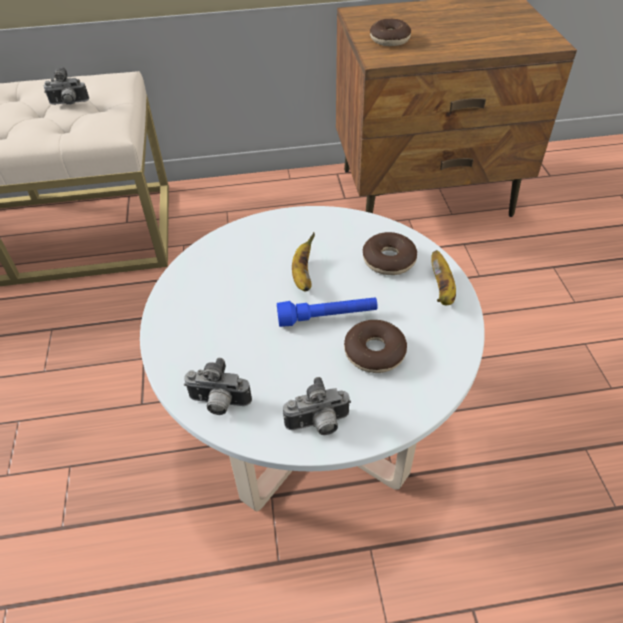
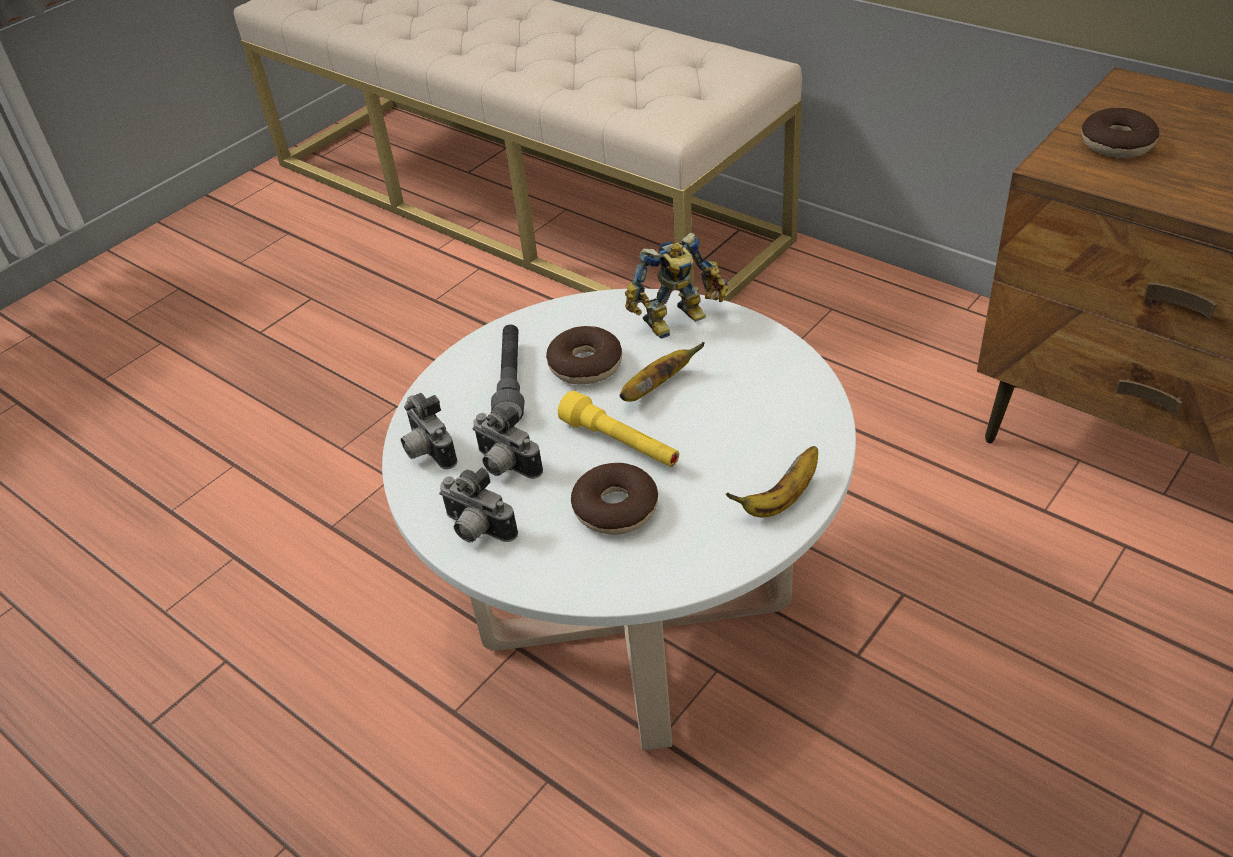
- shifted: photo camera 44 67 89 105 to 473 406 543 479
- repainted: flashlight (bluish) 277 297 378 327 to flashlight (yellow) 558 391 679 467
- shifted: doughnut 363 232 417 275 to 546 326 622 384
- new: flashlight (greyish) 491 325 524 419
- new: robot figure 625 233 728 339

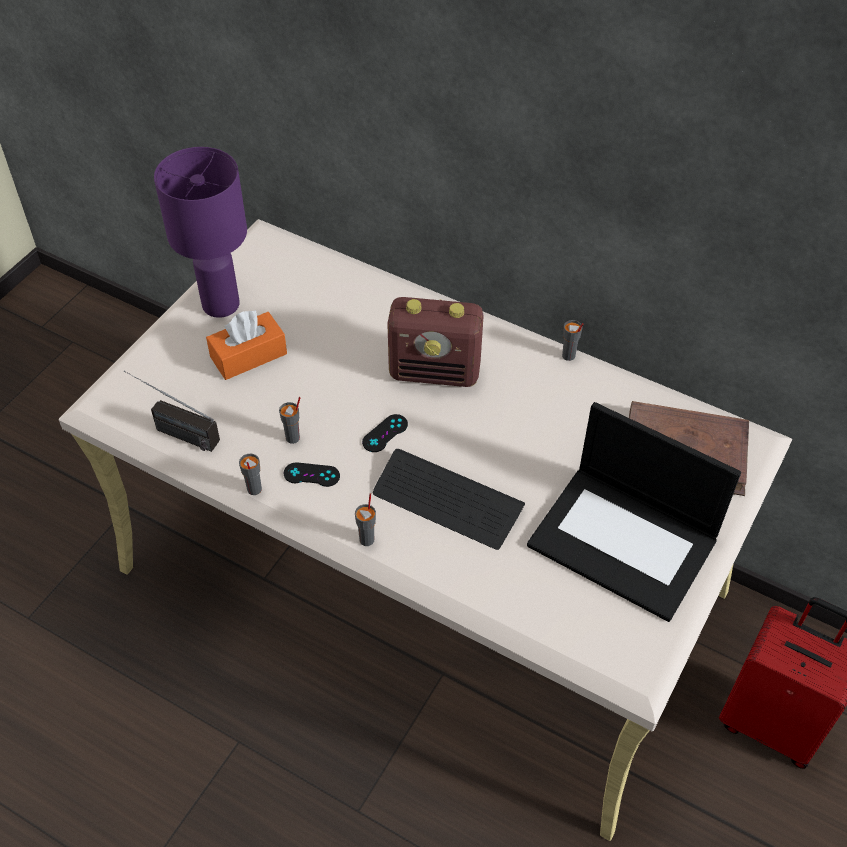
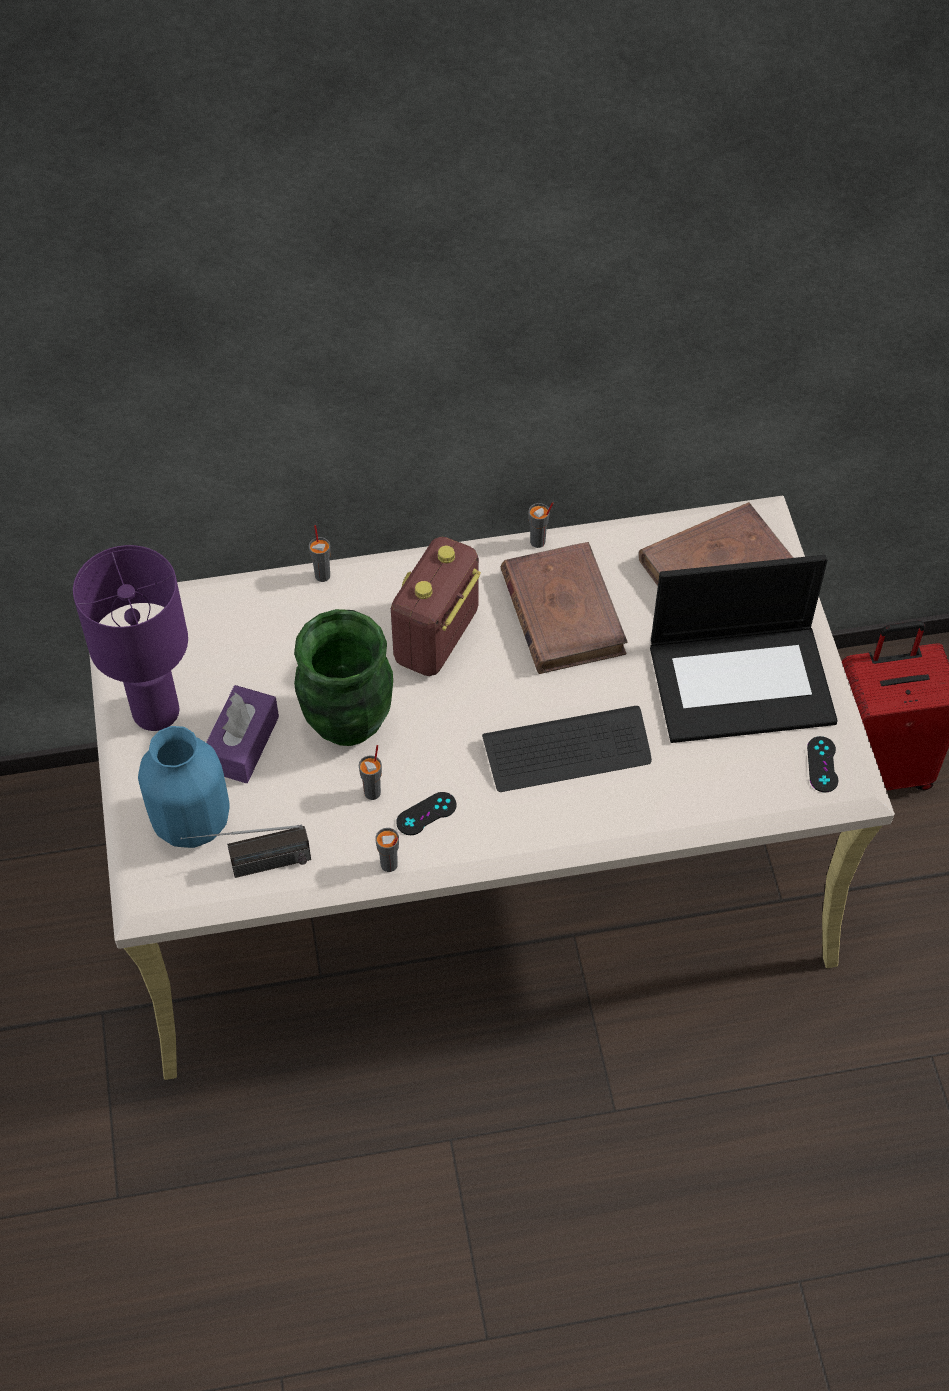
- repainted: box of tissues (orange) 206 310 287 380 to box of tissues (purplish) 206 685 279 783
- shifted: small cup (greyish) 355 493 376 546 to 309 525 331 582
- shifted: joypad (black-coloured) 362 414 408 452 to 807 736 839 792
- rotated: radio set 387 297 484 387 = 391 537 481 676 150 degrees clockwise
- new: decorative vase (bluish) 138 726 229 848
- new: decorative vase (greenish) 294 609 393 746
- new: volume (brownish) 501 542 628 674

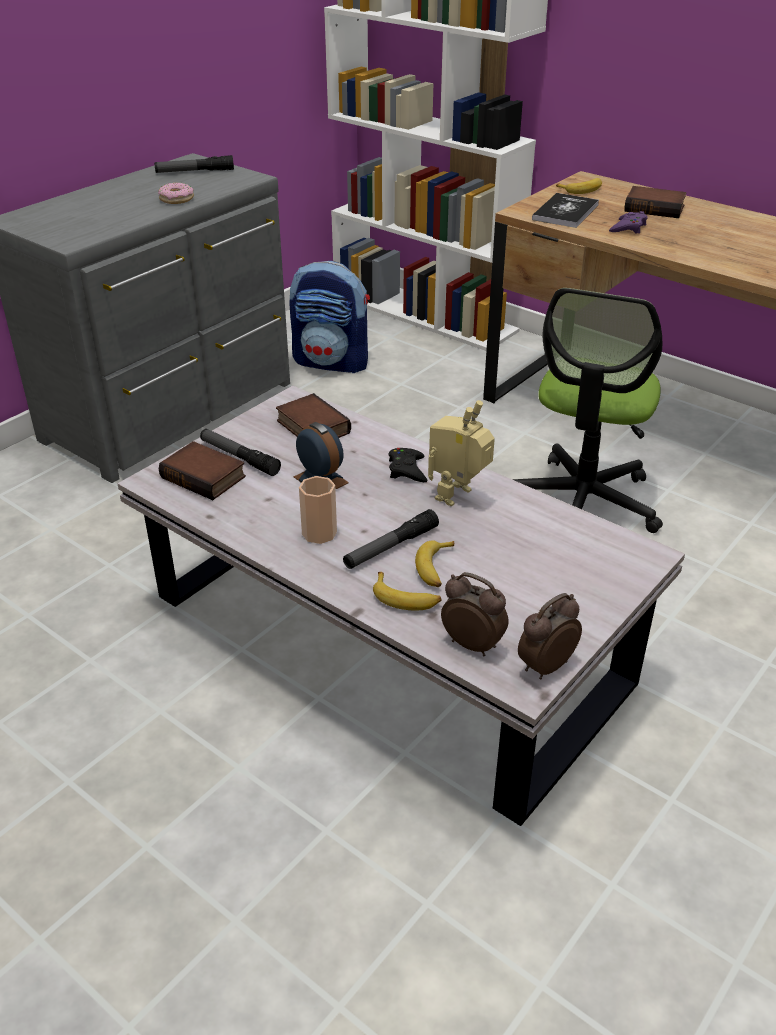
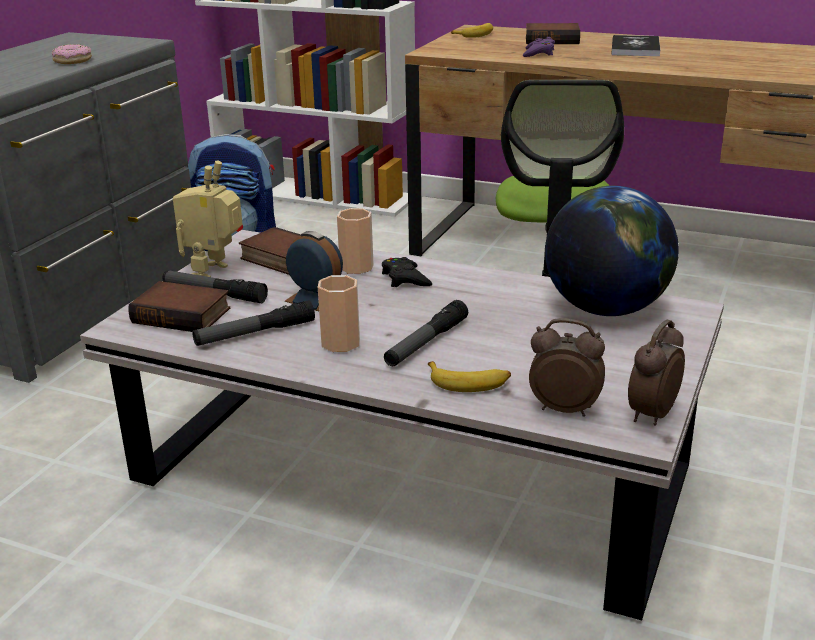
- shifted: flashlight 154 155 234 173 to 192 300 315 346
- gone: whole banana 415 540 454 587
- shifted: robot figure 428 400 495 506 to 173 161 243 277
- shifted: volume 532 193 599 228 to 612 35 661 56
- new: small cup 337 208 374 274
- new: desk globe 545 186 679 316

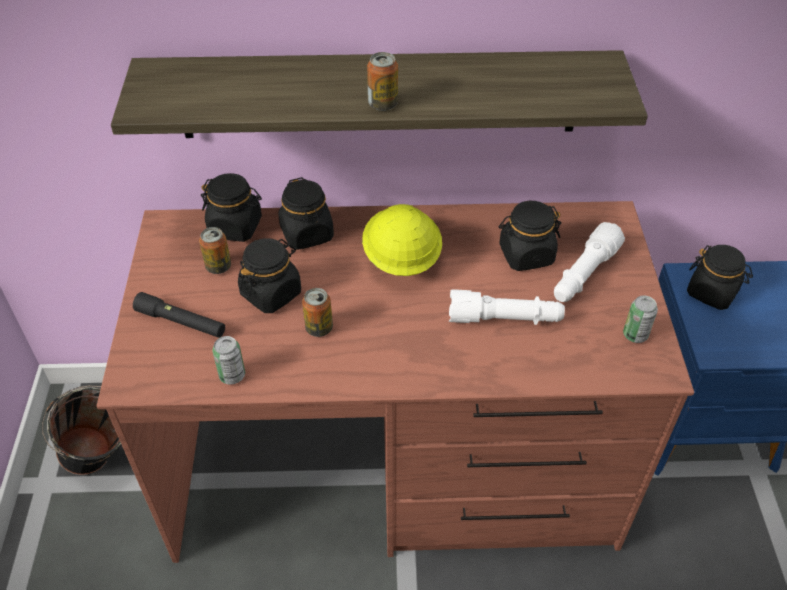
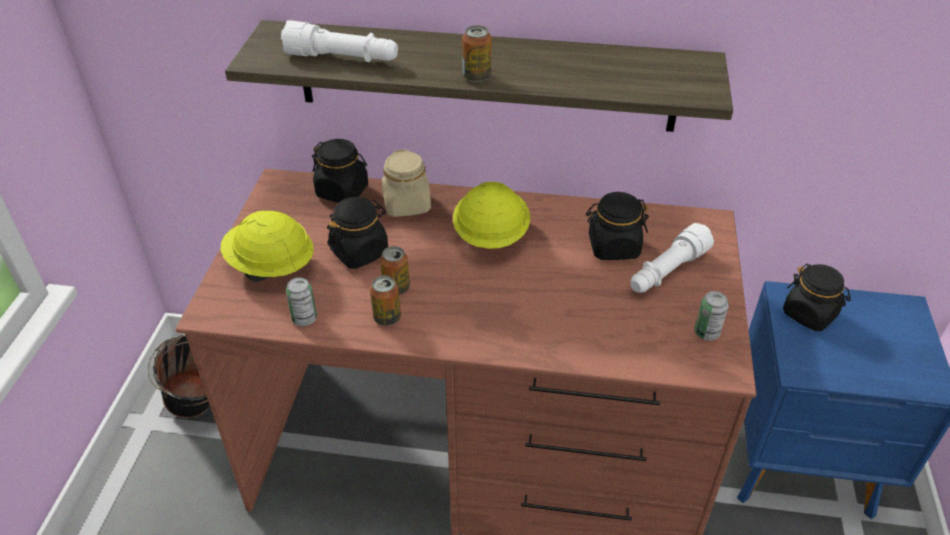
- swapped: flashlight (black-coloured) 133 292 225 338 to work helmet (yellow) 221 210 314 282
- shifted: sealed can 199 227 231 274 to 370 276 401 326
- repainted: storage jar (black-coloured) 278 177 334 250 to storage jar (sand-coloured) 382 149 431 217
- shifted: flashlight (white-coloured) 449 289 565 325 to 281 20 398 62

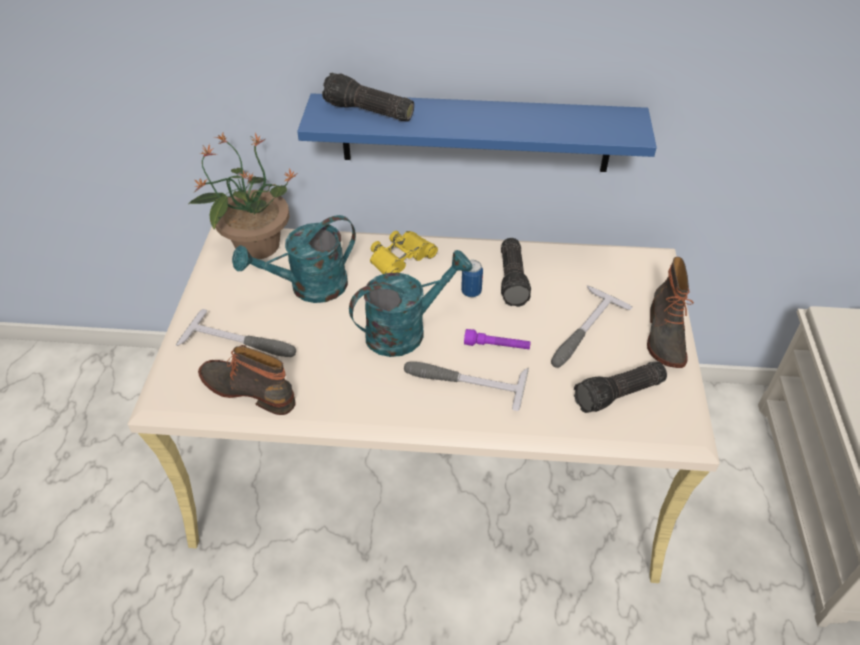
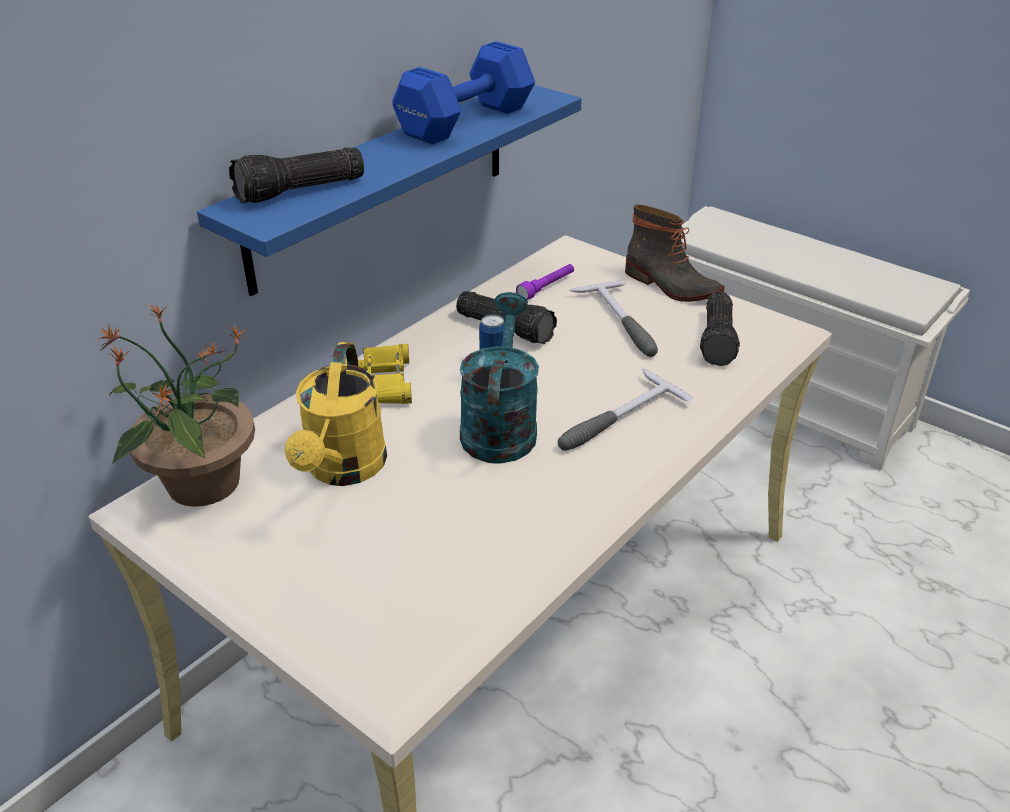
- gone: hammer 175 309 296 357
- gone: boot 198 345 296 415
- repainted: watering pot (turquoise) 232 215 356 303 to watering pot (yellow) 285 342 387 486
- shifted: flashlight (purplish) 464 329 531 349 to 516 264 574 300
- new: free weight (bluish) 392 41 535 144

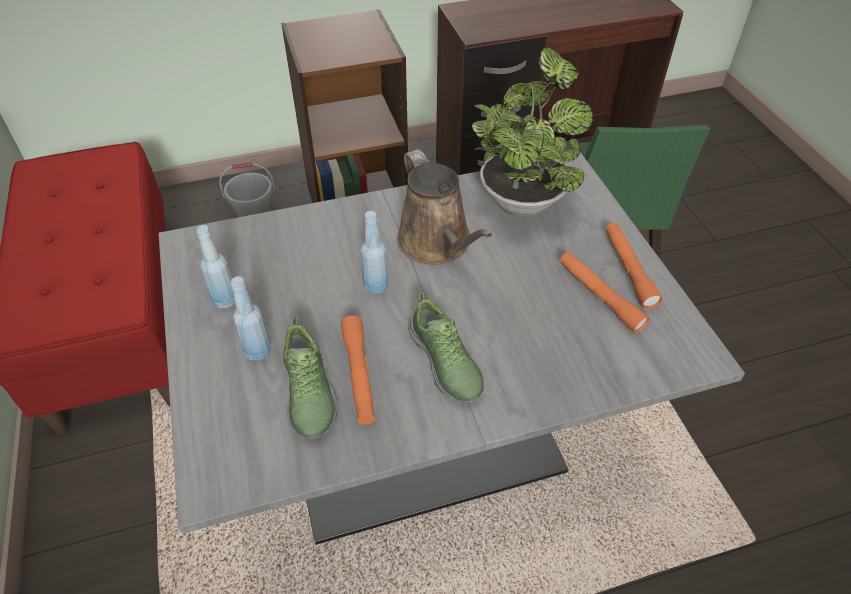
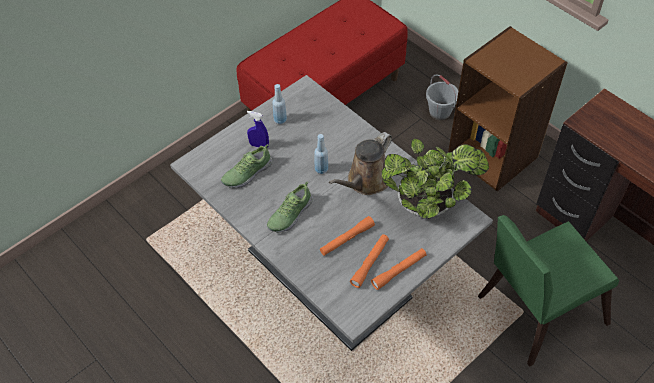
- swapped: drink bottle (bluish) 230 276 271 361 to hand sprayer (bluish) 247 111 269 148
- shifted: flashlight (orange) 341 316 375 425 to 320 216 375 256

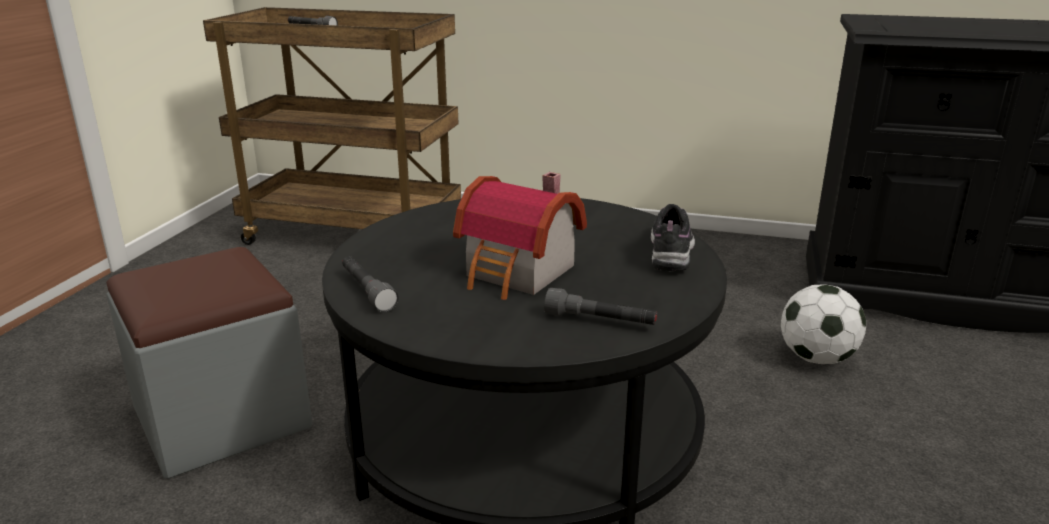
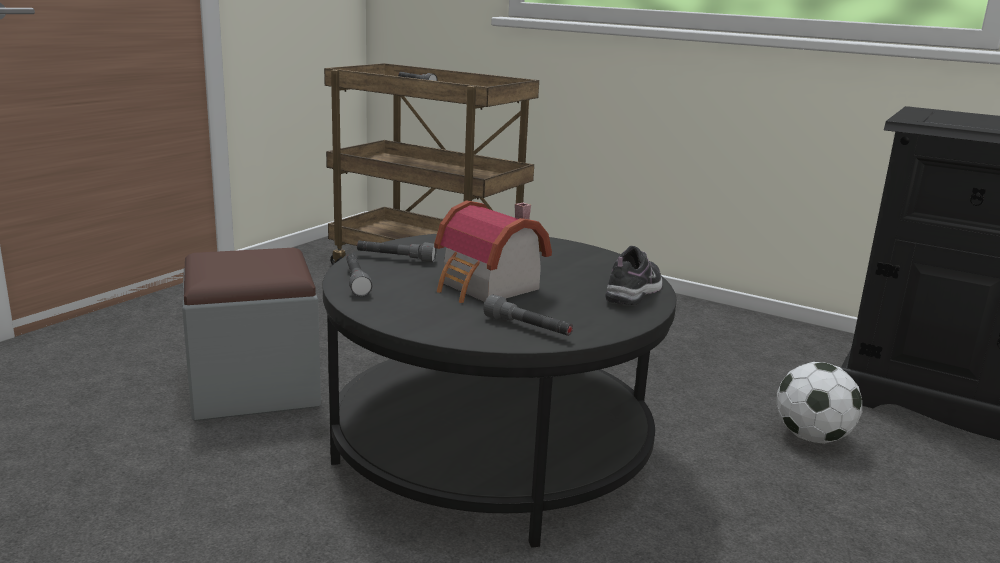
- new: flashlight (greyish) 357 241 437 263

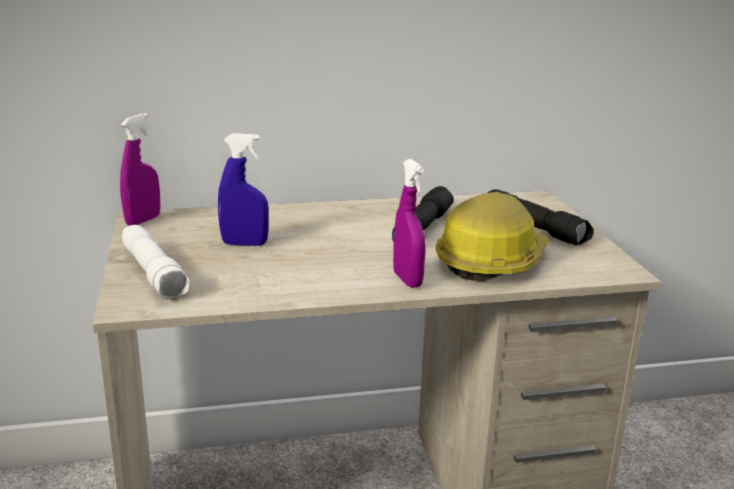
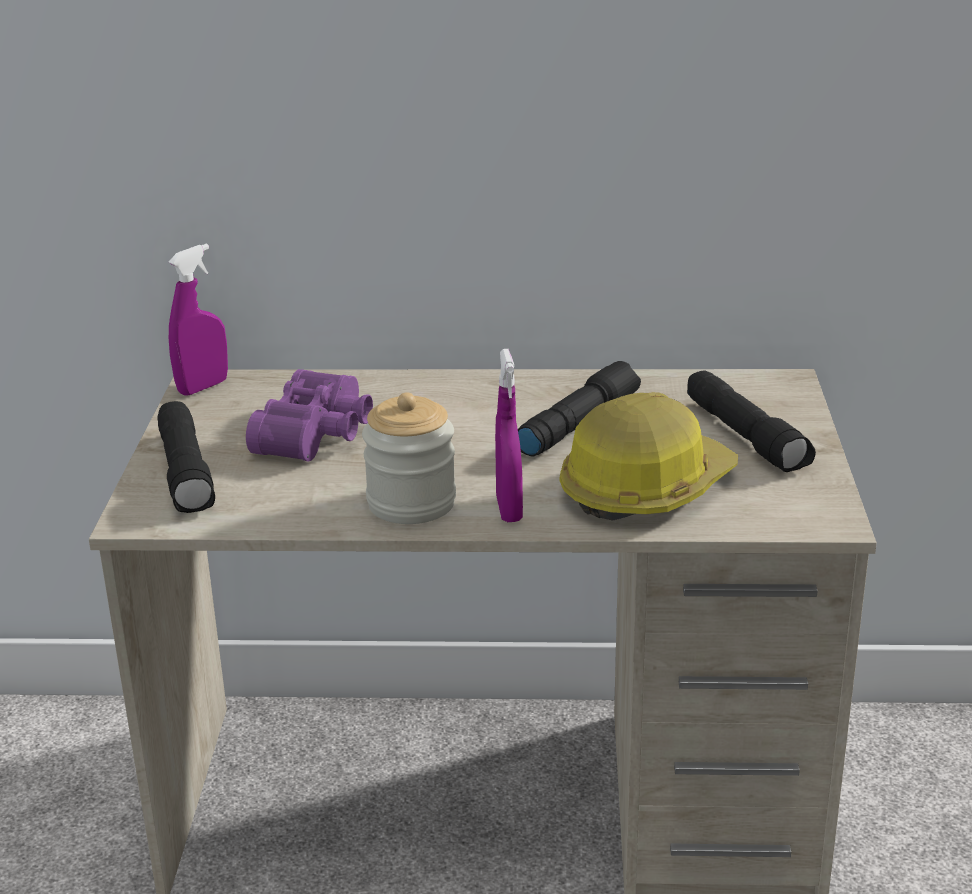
- repainted: flashlight (white-coloured) 122 225 190 299 to flashlight (black-coloured) 158 401 215 513
- swapped: hand sprayer (bluish) 218 133 269 246 to pair of binoculars (purplish) 246 369 373 461
- new: storage jar 362 392 456 524

